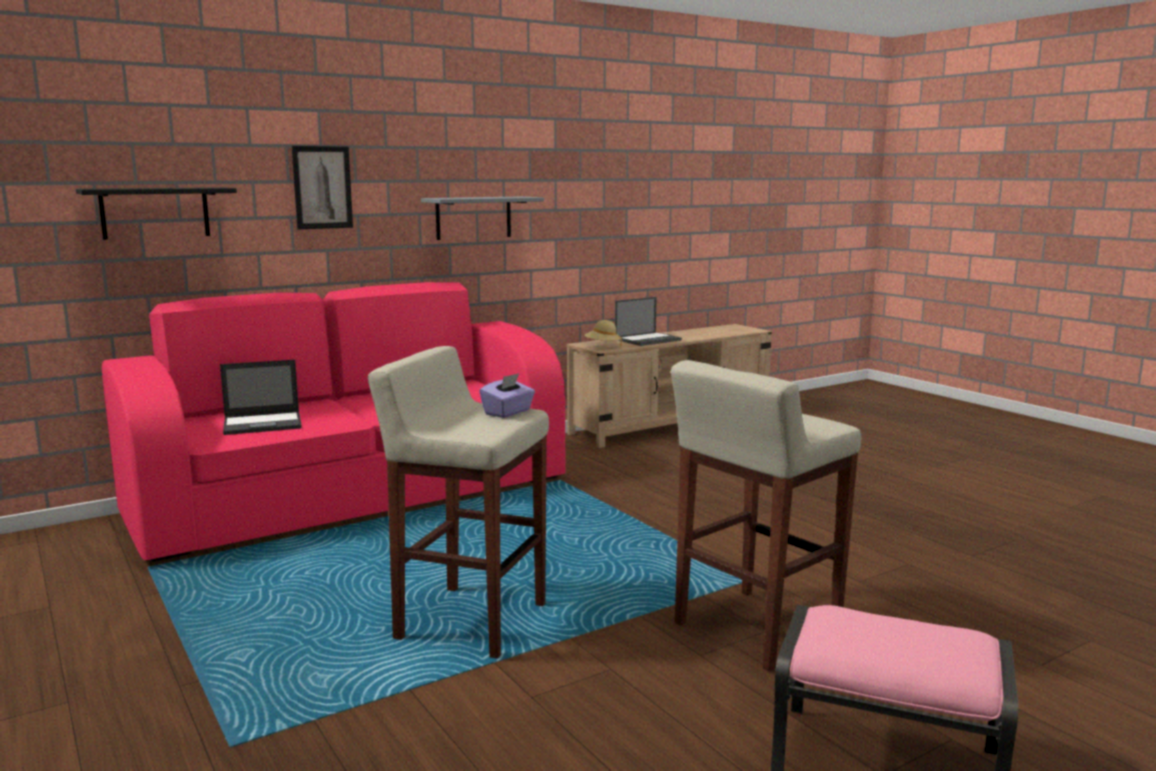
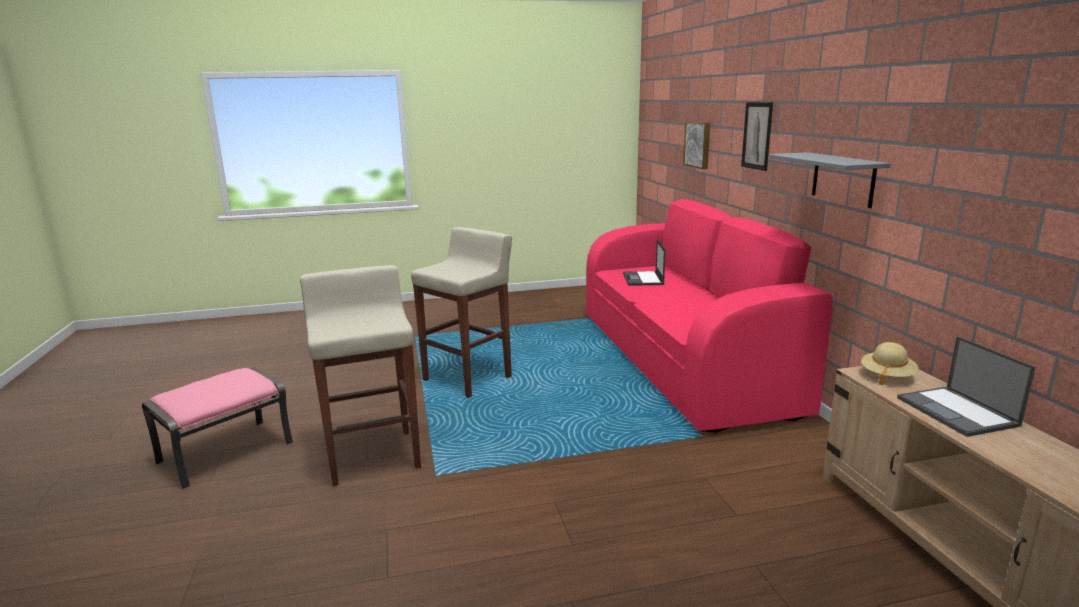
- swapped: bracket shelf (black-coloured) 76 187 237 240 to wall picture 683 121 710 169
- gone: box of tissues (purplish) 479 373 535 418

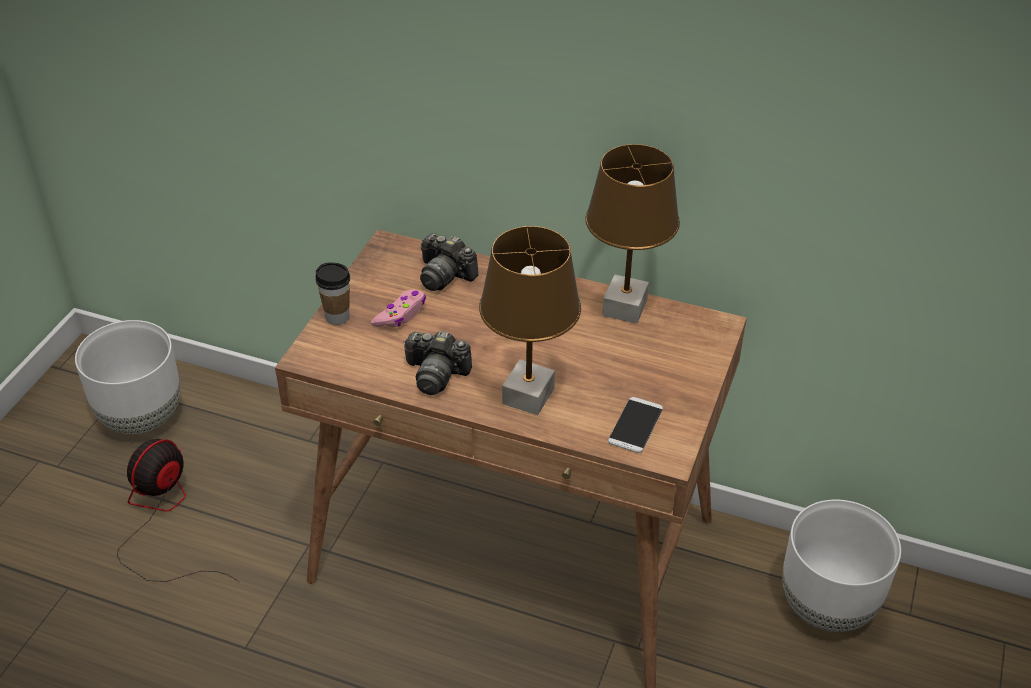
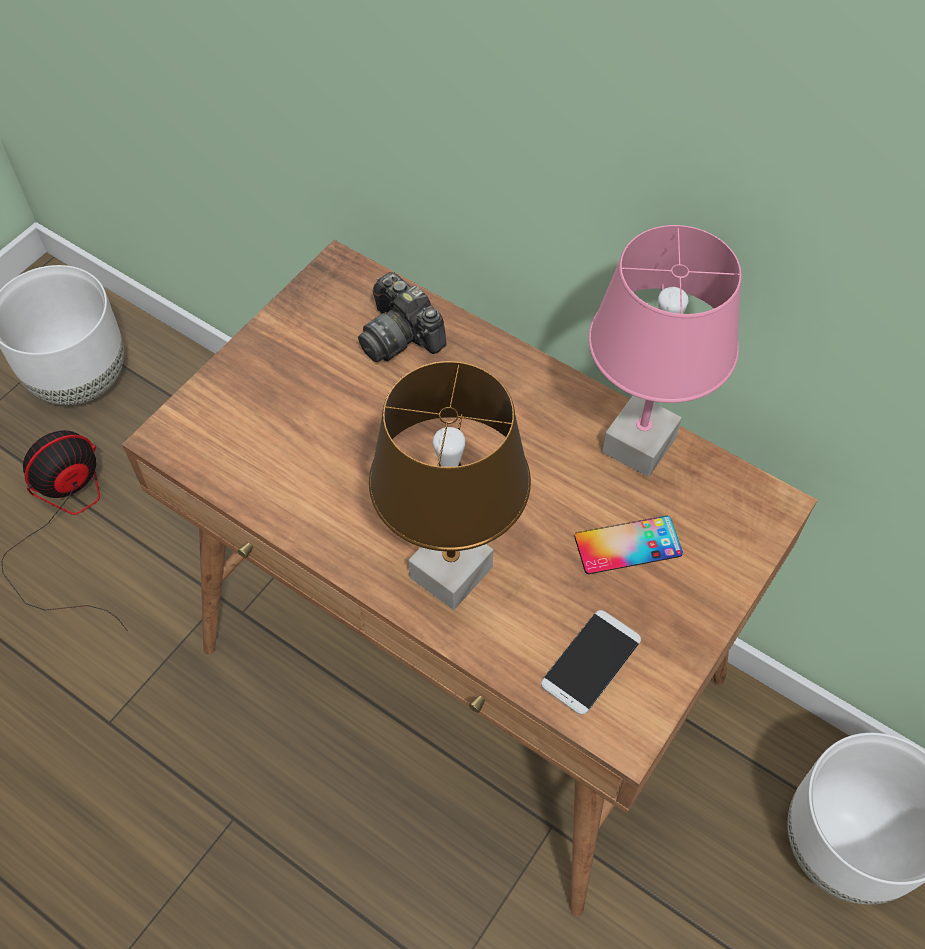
- gone: small cup 315 262 350 325
- gone: joypad (pinkish) 371 289 426 327
- gone: photo camera 403 331 472 395
- repainted: table lamp (brownish) 585 144 680 324 to table lamp (pinkish) 589 225 742 477
- new: phone 574 516 683 574

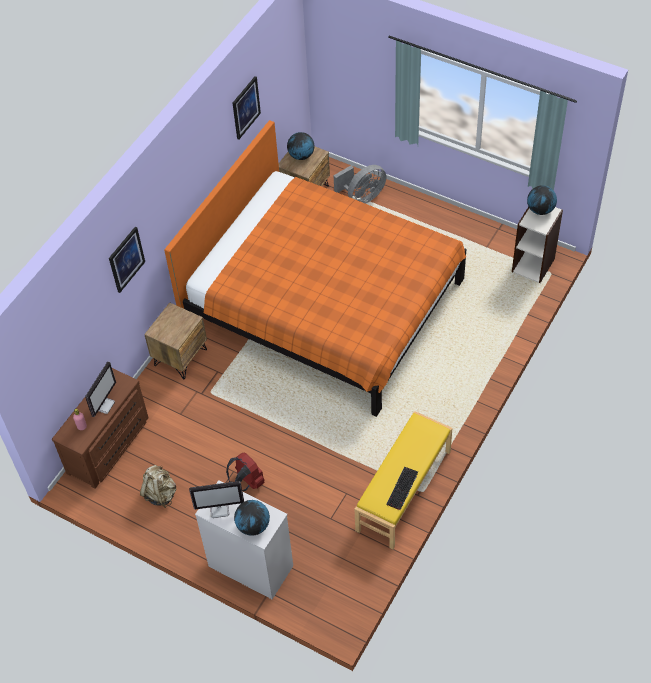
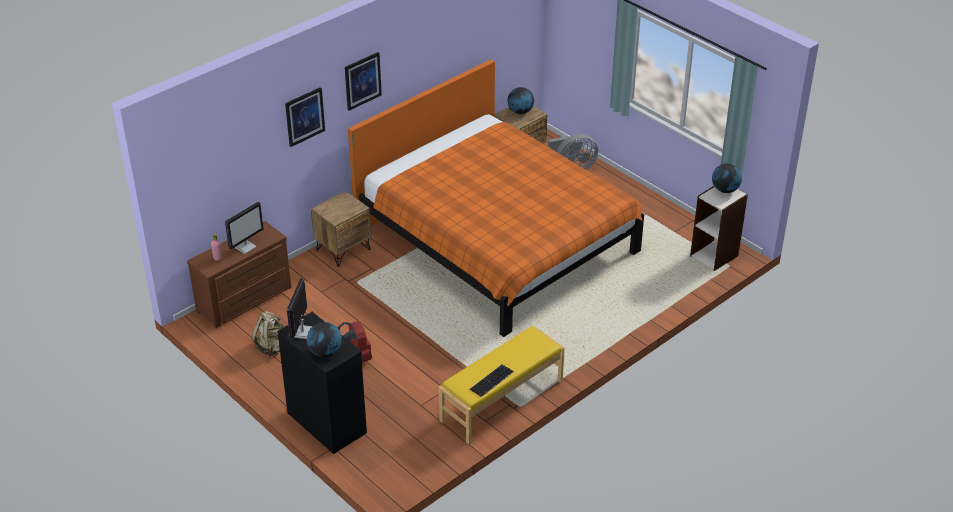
- rotated: monitor 189 481 244 518 = 287 278 312 339 90 degrees clockwise
- repainted: chest of drawers (white-coloured) 195 480 293 599 to chest of drawers (black-coloured) 277 312 367 454
- shifted: wall picture 233 76 261 140 to 345 52 382 111

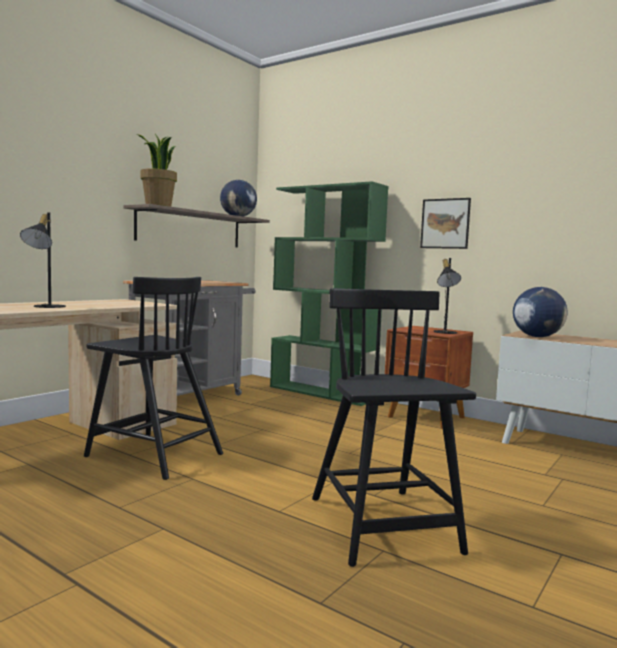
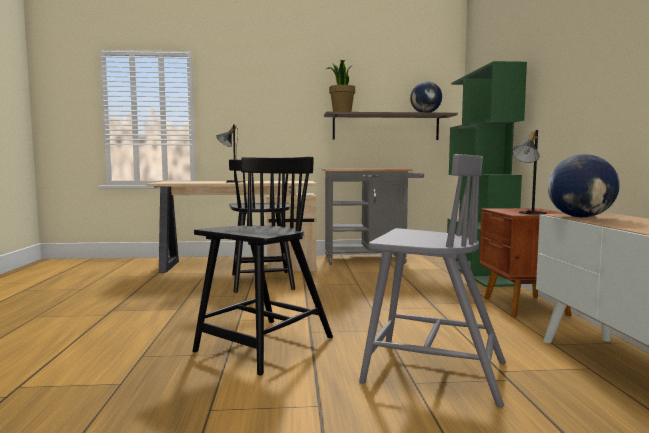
- gone: wall picture 420 198 471 249
- new: plain chair (greyish) 359 154 506 407

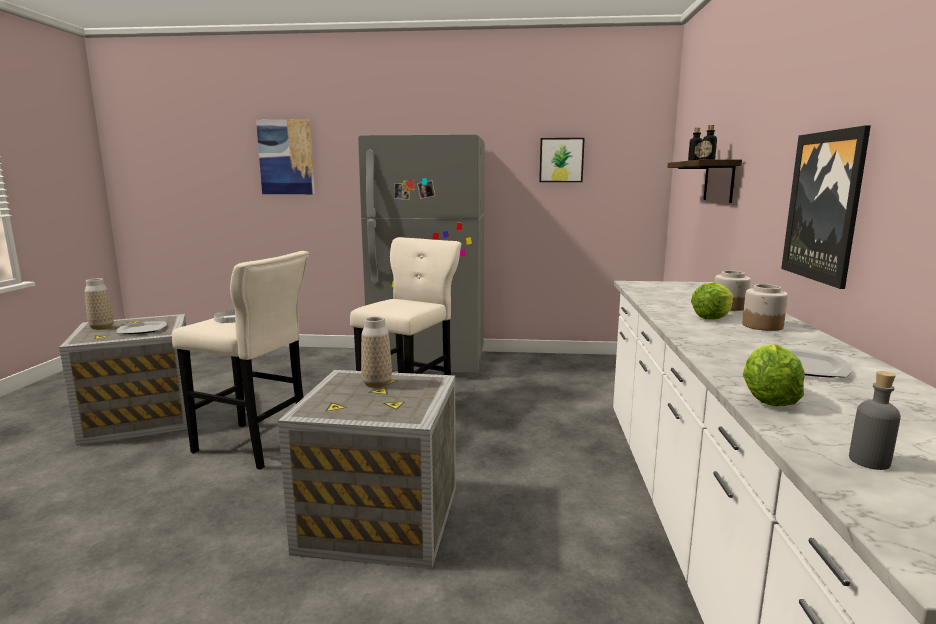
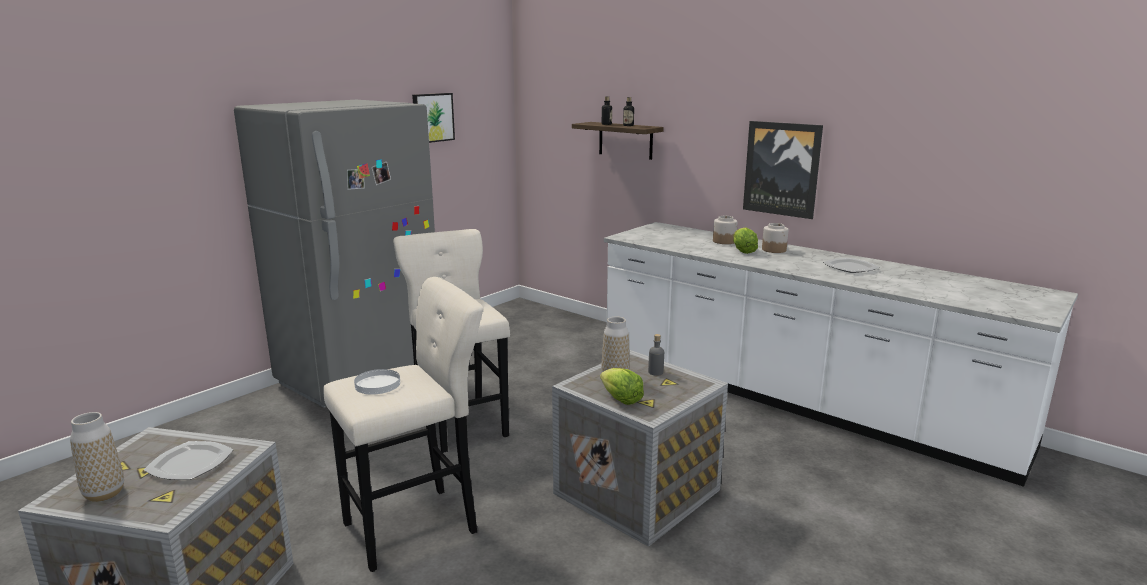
- gone: wall picture 256 119 315 194
- shifted: lettuce 743 344 805 406 to 600 368 644 405
- shifted: drink bottle (greyish) 849 371 901 470 to 648 334 664 376

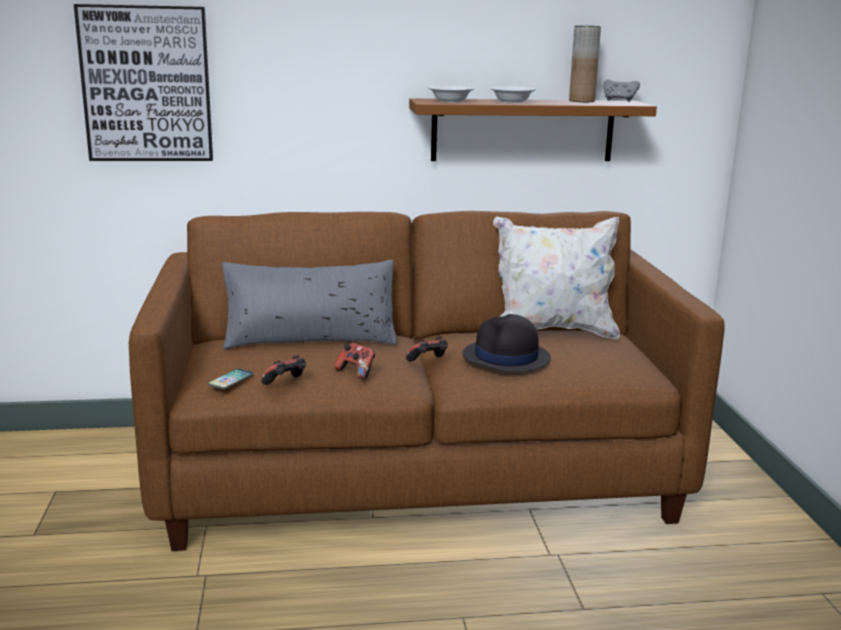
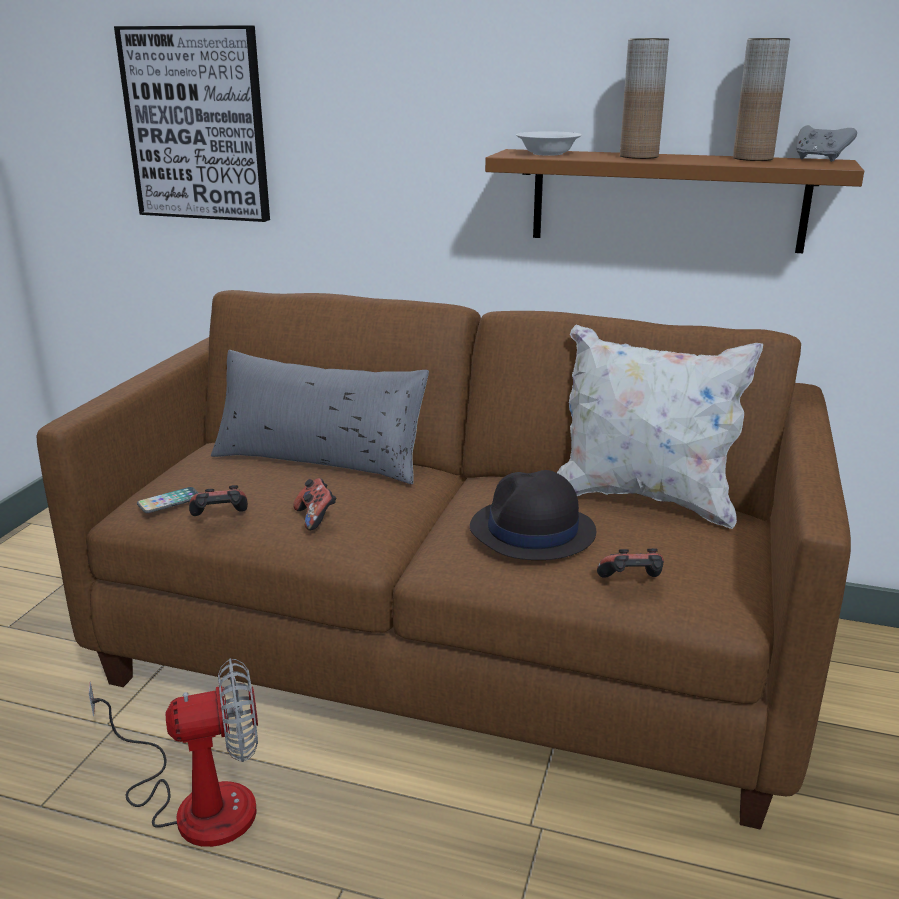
- shifted: joypad 406 337 447 362 to 597 548 664 578
- swapped: bowl (white-coloured) 490 86 536 103 to decorative vase (brownish) 620 38 669 159
- new: fan 89 658 258 847

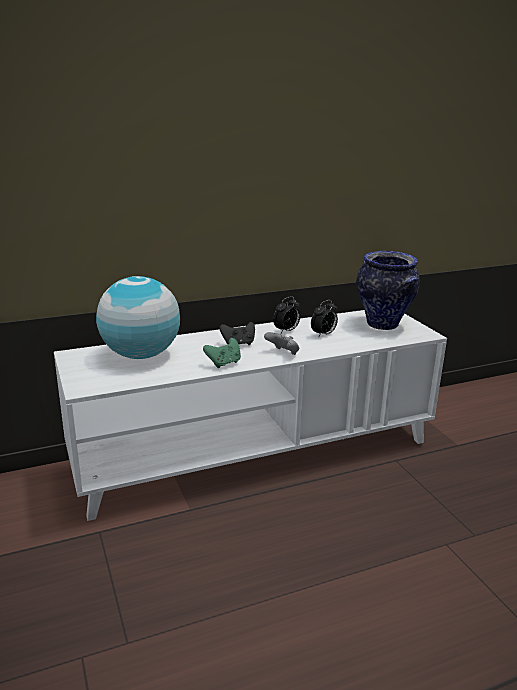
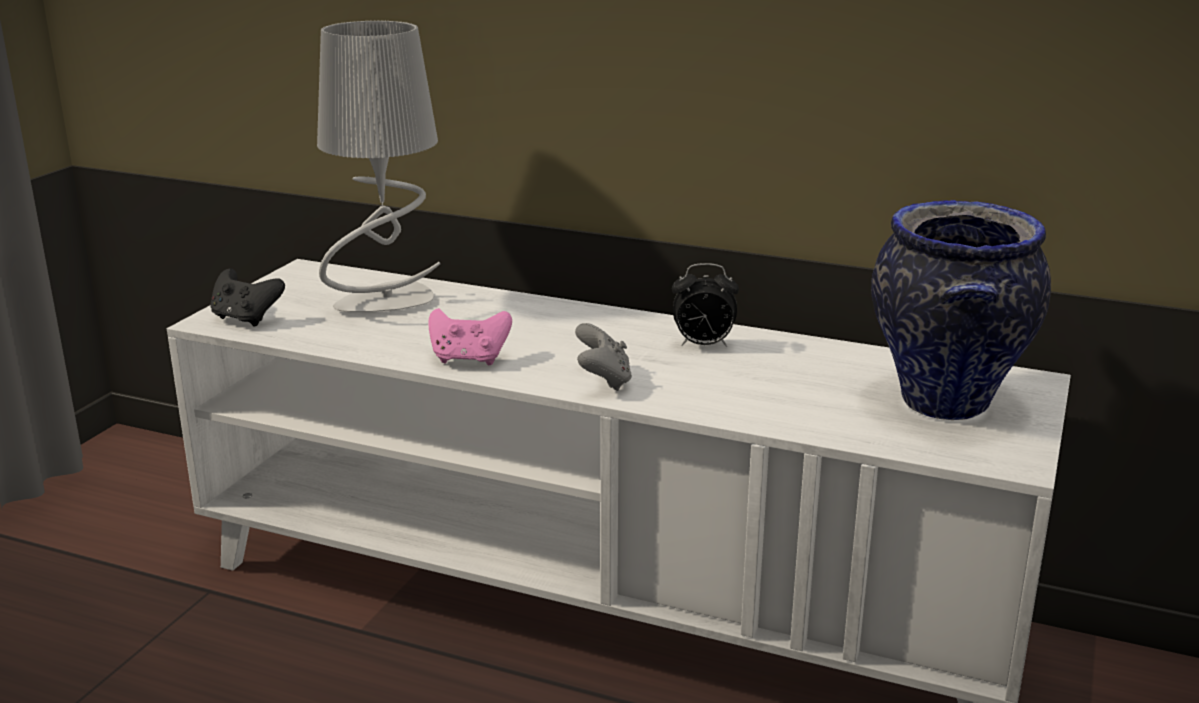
- swapped: desk globe 96 276 180 359 to table lamp (greyish) 317 21 440 312
- repainted: joypad (greenish) 203 338 241 368 to joypad (pinkish) 428 308 512 365
- shifted: joypad (black-coloured) 219 322 255 345 to 210 268 285 327
- gone: alarm clock 311 300 338 338

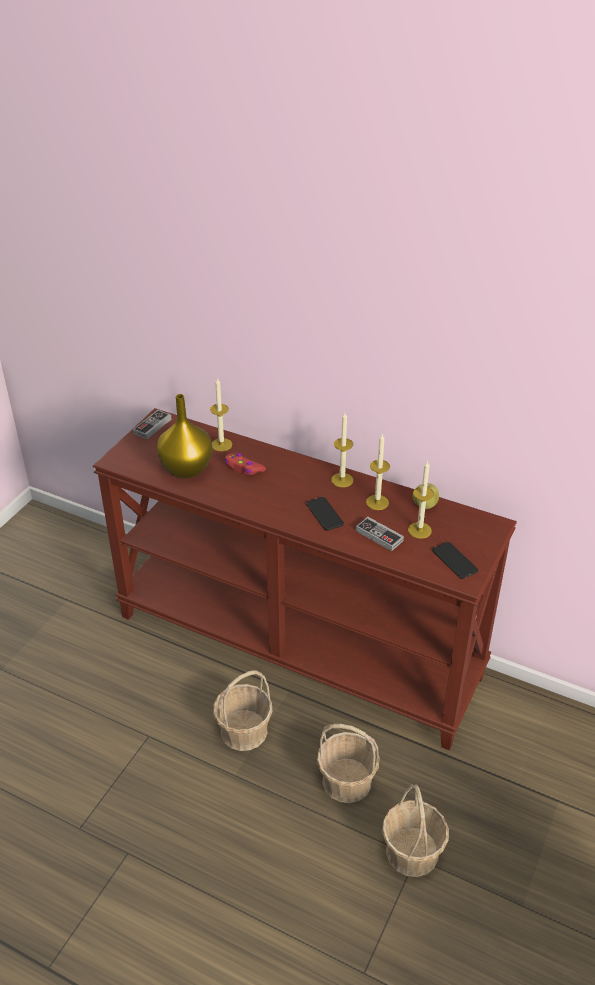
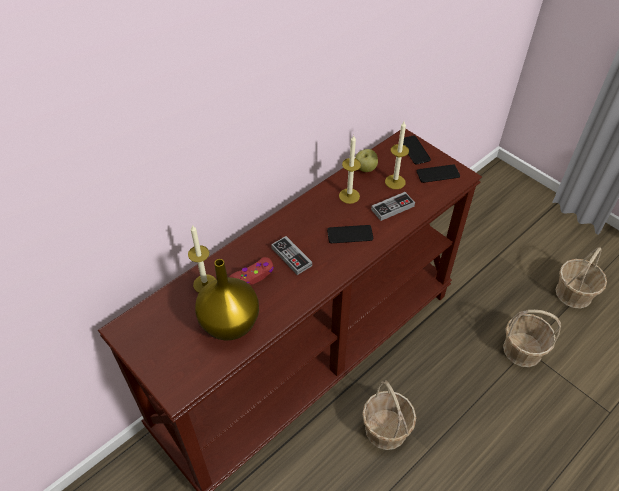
- shifted: joypad 133 410 172 439 to 271 236 312 275
- shifted: storage basket 317 724 380 803 to 555 247 607 309
- gone: candle 331 412 353 487
- new: phone 403 136 431 164

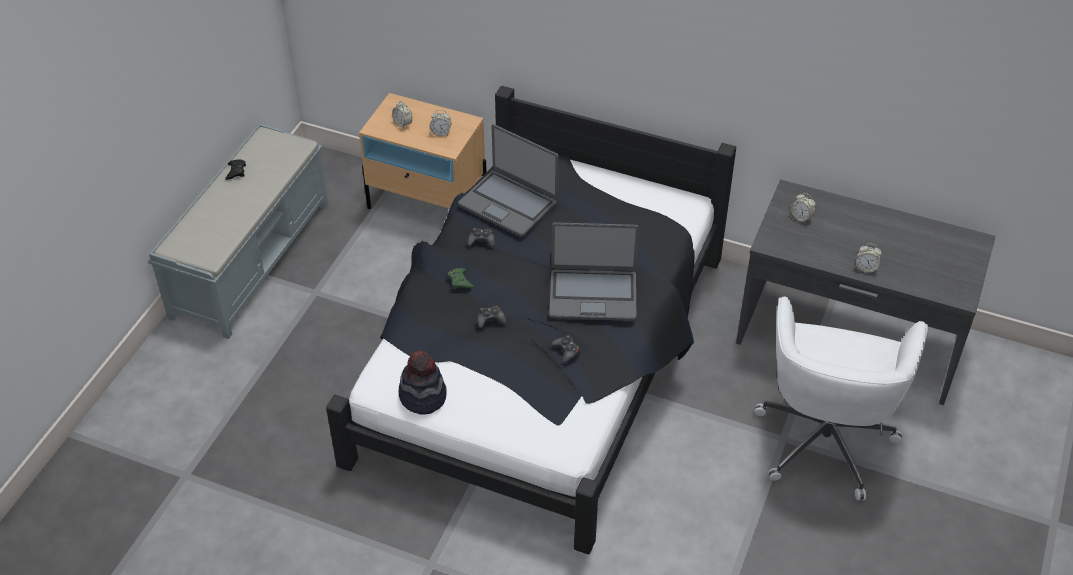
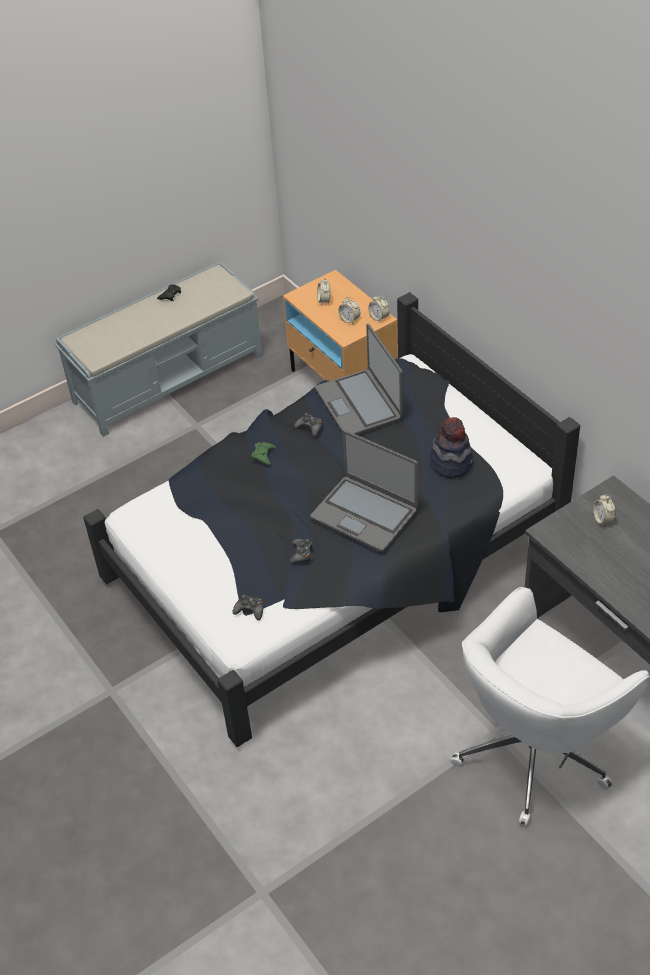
- shifted: wearable hat 399 350 447 415 to 430 417 473 478
- shifted: joypad (black-coloured) 477 306 507 328 to 233 595 264 620
- shifted: alarm clock 856 244 882 273 to 368 294 389 322

